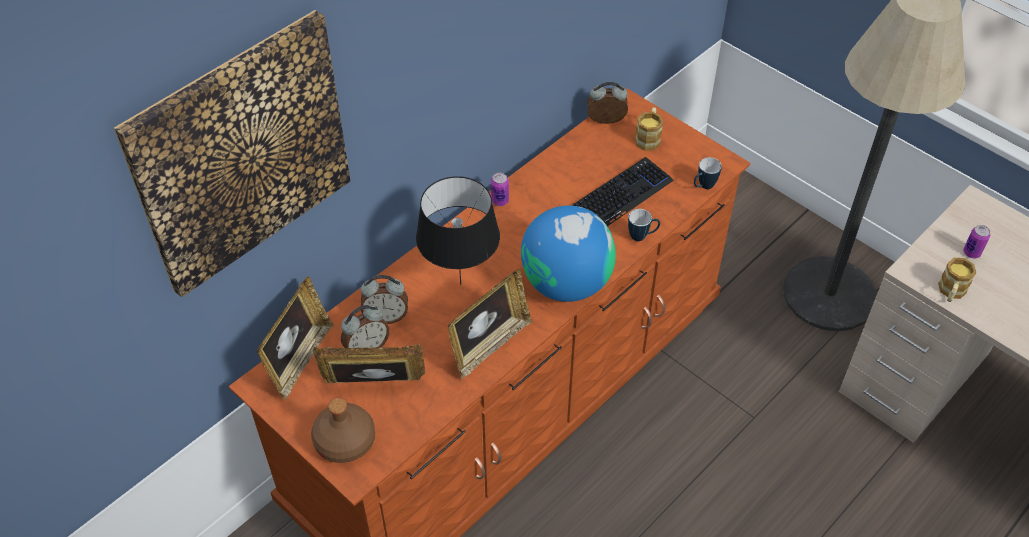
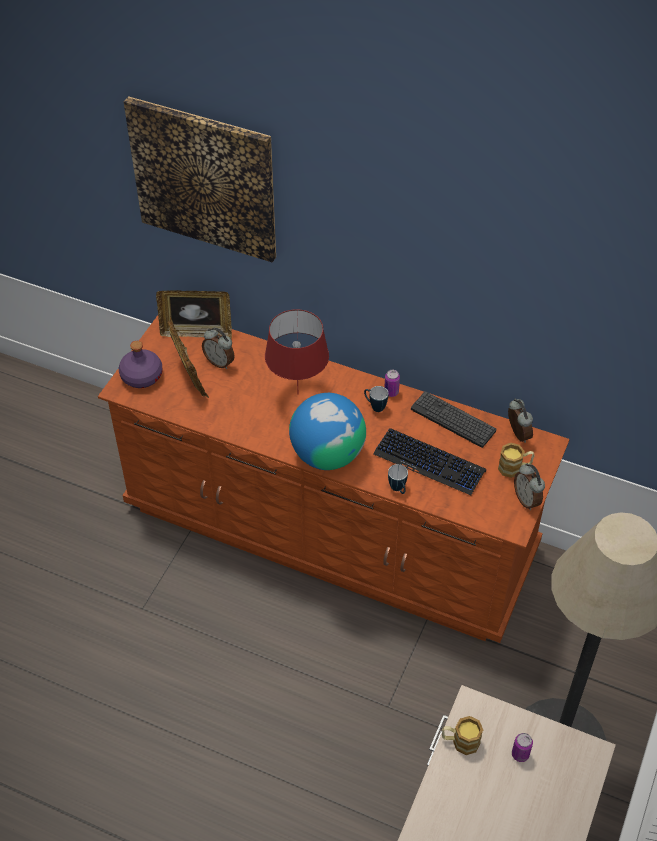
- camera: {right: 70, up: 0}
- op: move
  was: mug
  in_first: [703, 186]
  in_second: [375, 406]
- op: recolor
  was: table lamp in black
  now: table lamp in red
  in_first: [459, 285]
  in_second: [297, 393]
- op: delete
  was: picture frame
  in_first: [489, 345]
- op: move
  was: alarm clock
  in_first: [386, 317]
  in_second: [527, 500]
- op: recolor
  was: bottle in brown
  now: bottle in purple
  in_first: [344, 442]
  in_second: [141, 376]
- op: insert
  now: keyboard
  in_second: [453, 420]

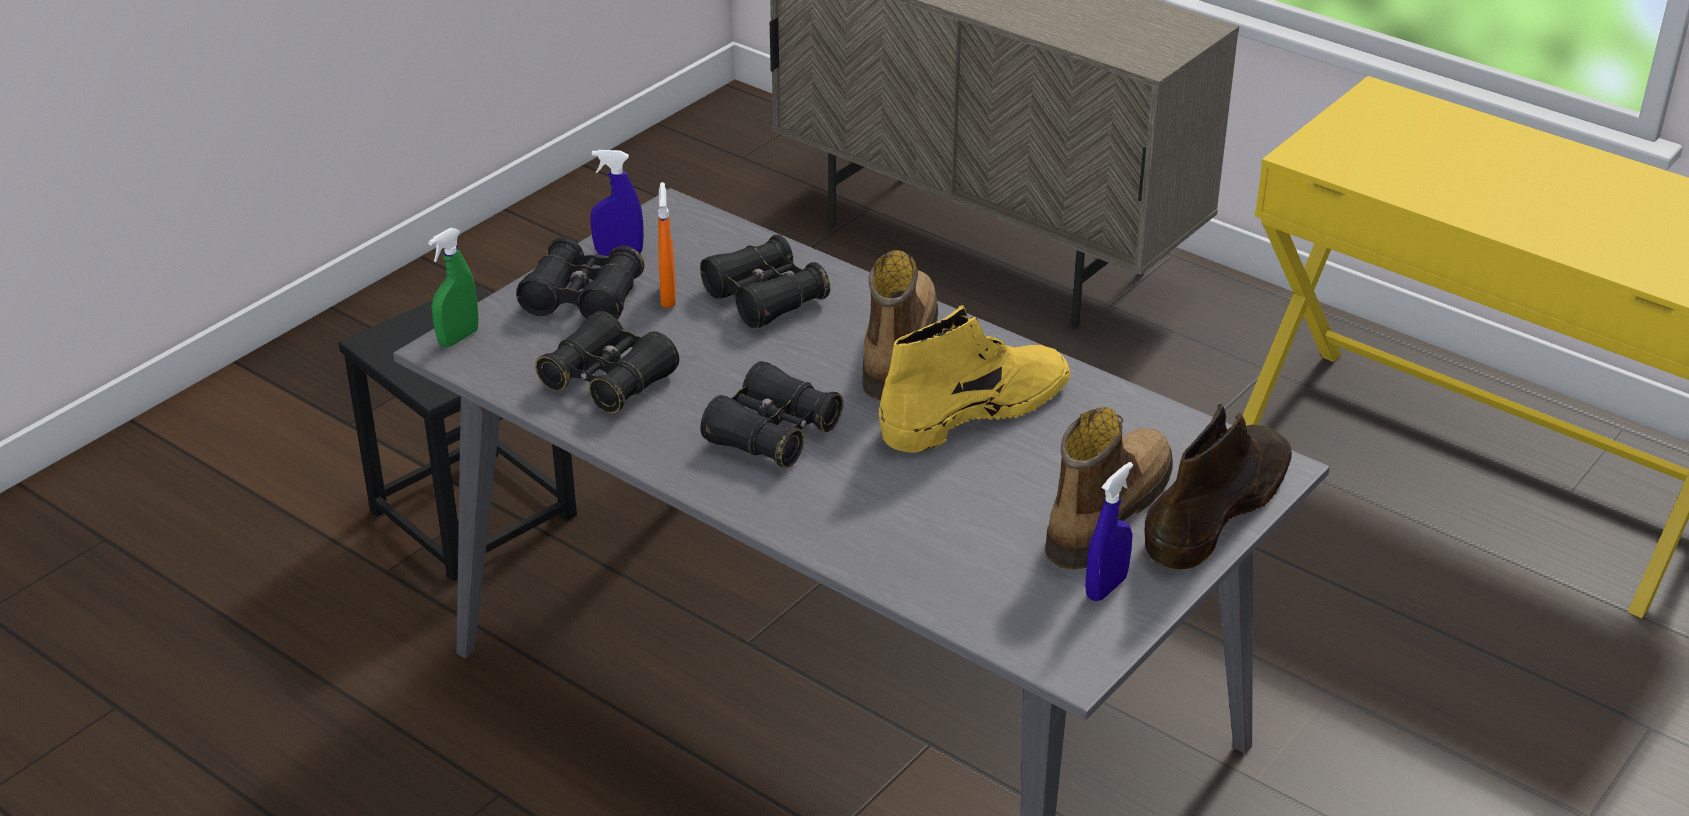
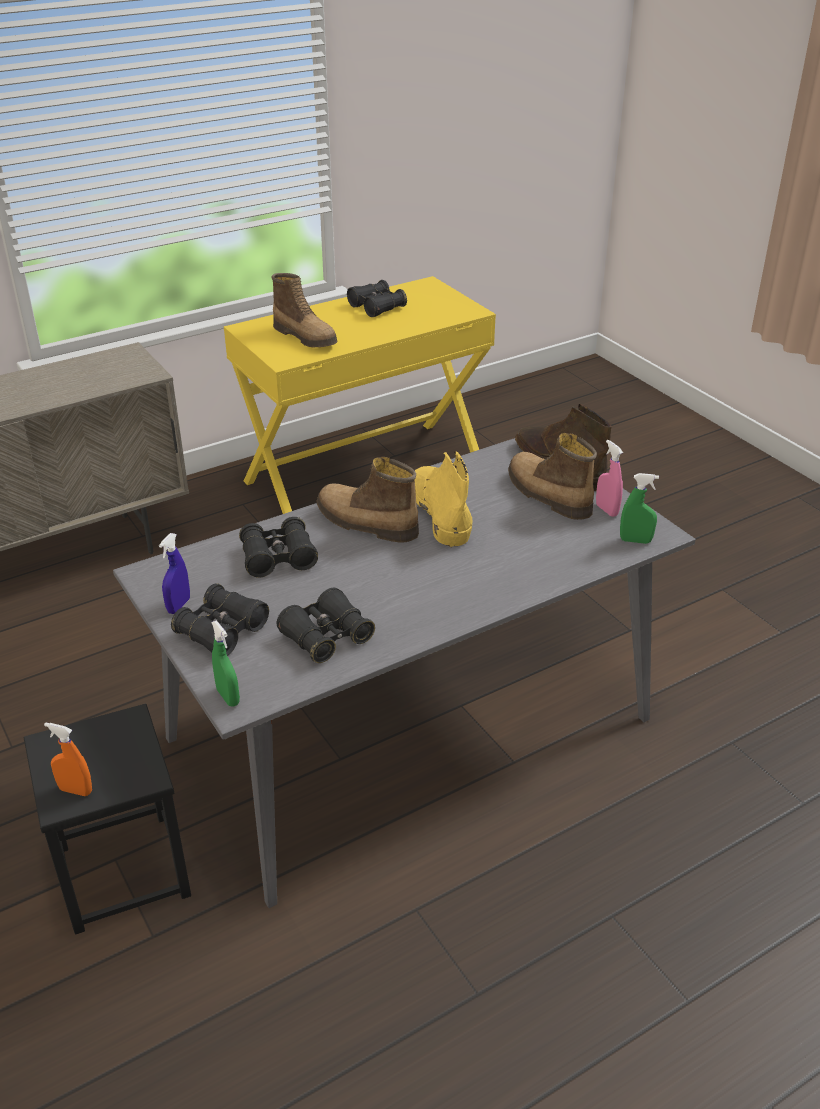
- camera: {right: -70, up: 0}
- op: move
  was: spray bottle in orange
  in_first: [668, 297]
  in_second: [75, 790]
- op: move
  was: binoculars in black
  in_first: [772, 434]
  in_second: [376, 307]
- op: recolor
  was: spray bottle in blue
  now: spray bottle in pink
  in_first: [1106, 587]
  in_second: [606, 510]
- op: insert
  now: boot
  in_second: [306, 337]
- op: insert
  now: spray bottle in green
  in_second: [635, 540]

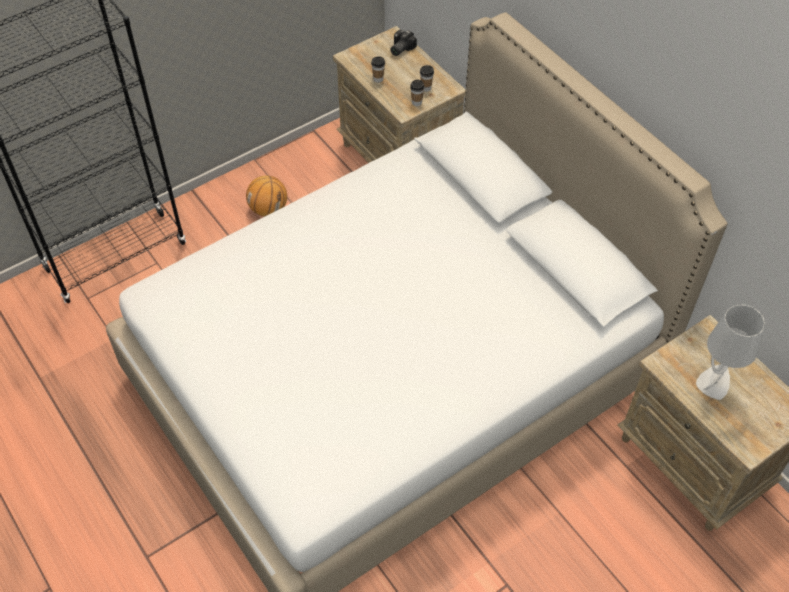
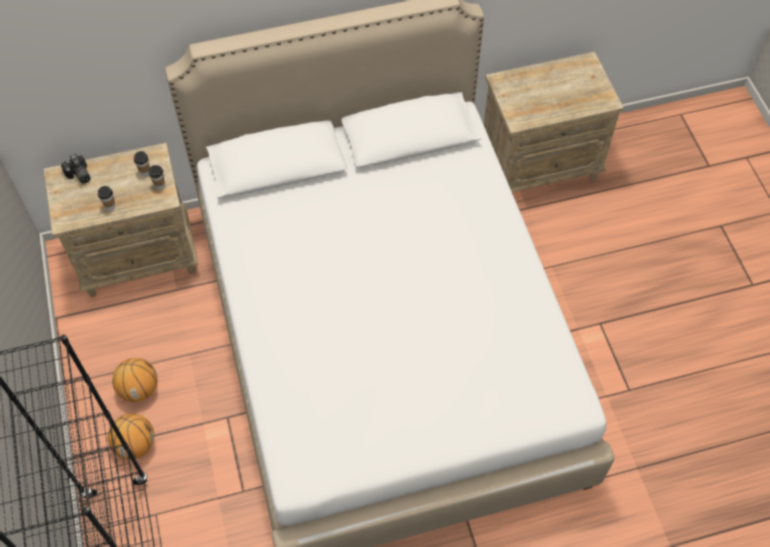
- camera: {right: -70, up: 5}
- op: delete
  was: table lamp in grey
  in_first: [714, 381]
- op: insert
  now: basketball
  in_second: [135, 444]

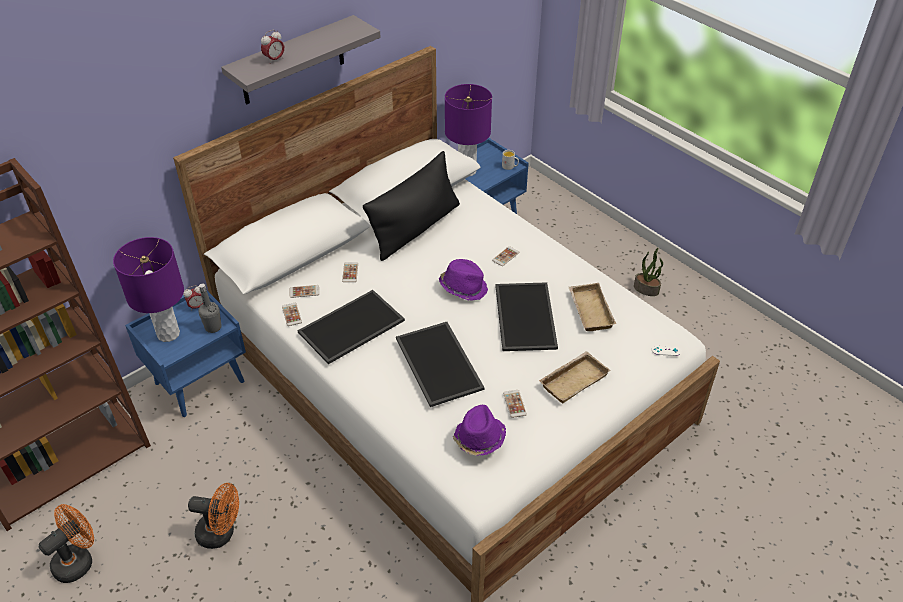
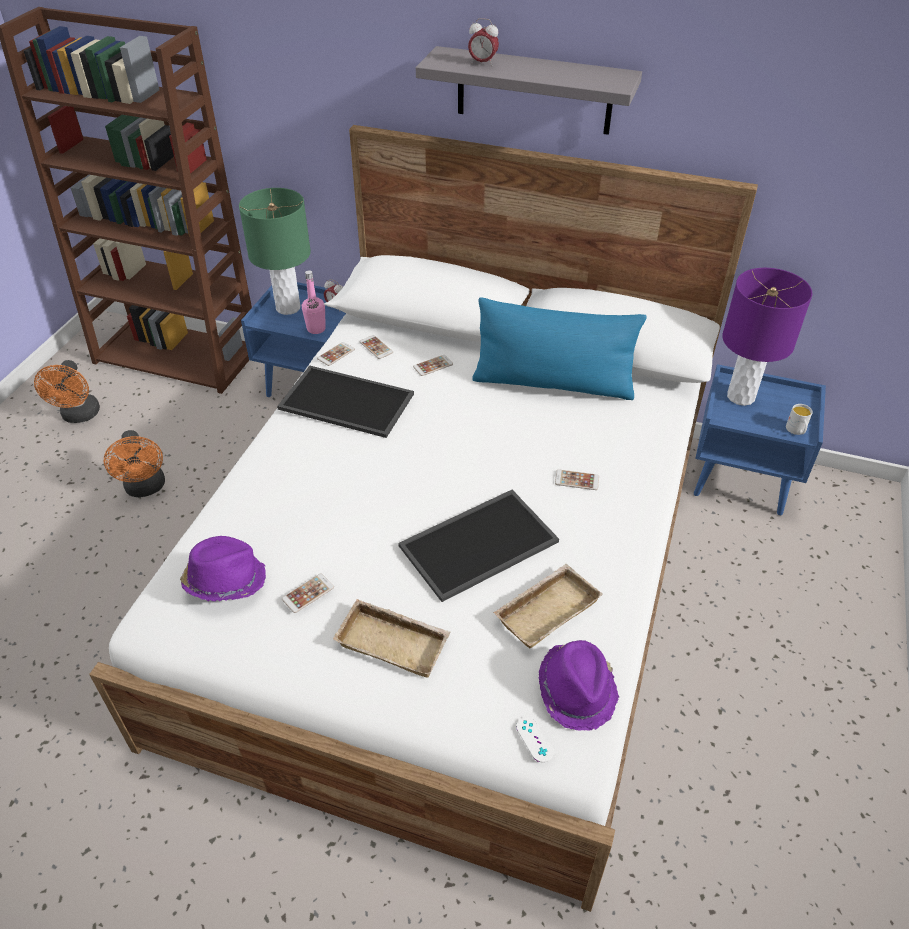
- camera: {right: 60, up: 0}
- op: recolor
  was: pillow in black
  now: pillow in blue
  in_first: [415, 228]
  in_second: [553, 383]
- op: recolor
  was: table lamp in purple
  now: table lamp in green
  in_first: [168, 334]
  in_second: [288, 308]
- op: delete
  was: potted plant
  in_first: [646, 289]
- op: move
  was: hat in purple
  in_first: [463, 287]
  in_second: [577, 691]
- op: recolor
  was: bottle in grey
  now: bottle in pink
  in_first: [213, 327]
  in_second: [316, 329]
- op: delete
  was: tray
  in_first: [440, 363]
- op: rotate
  was: fan in orange
  in_first: [78, 560]
  in_second: [79, 416]
  clockwise: 75

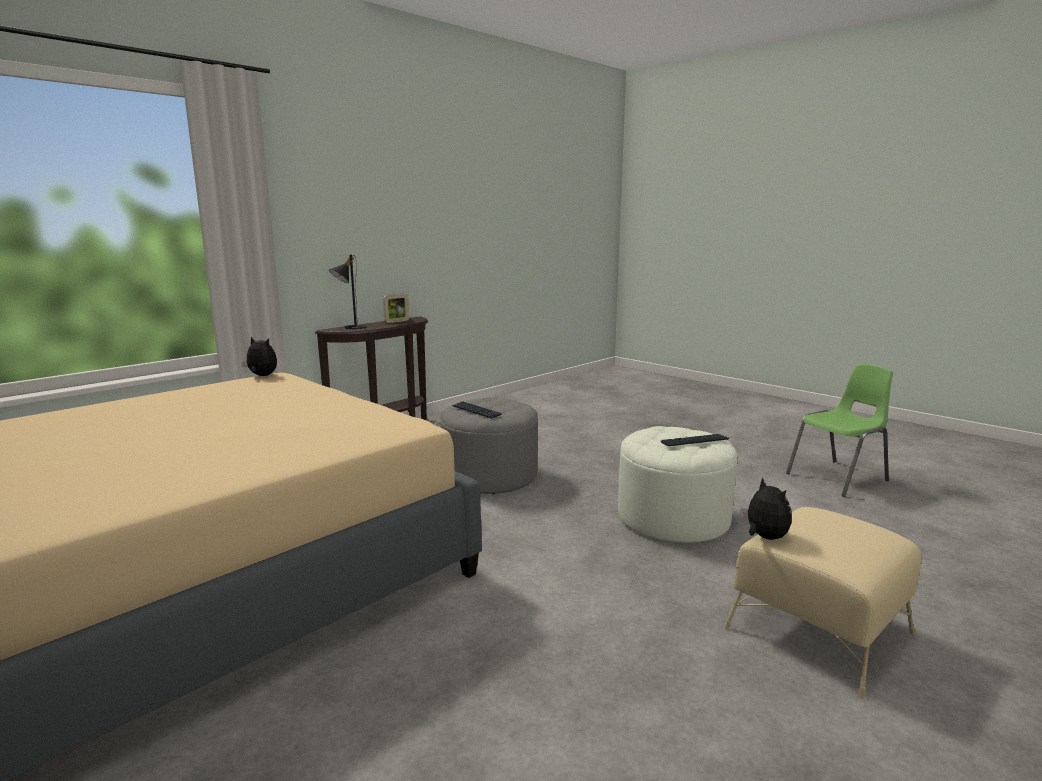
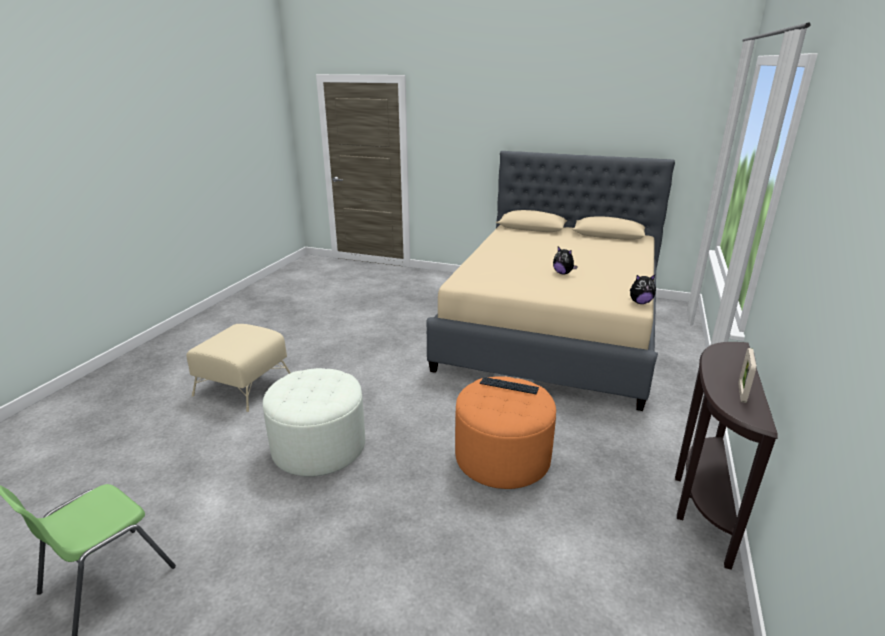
- camera: {right: 155, up: 10}
- op: delete
  was: table lamp in black
  in_first: [350, 327]
- op: recolor
  was: ottoman in grey
  now: ottoman in orange
  in_first: [490, 475]
  in_second: [502, 457]
- op: delete
  was: keyboard
  in_first: [694, 441]
- op: move
  was: plush toy
  in_first: [764, 537]
  in_second: [563, 273]

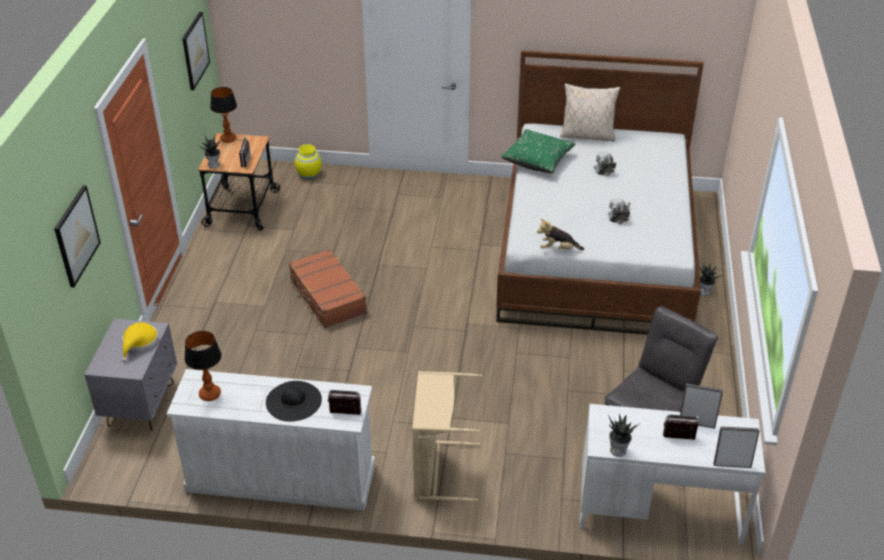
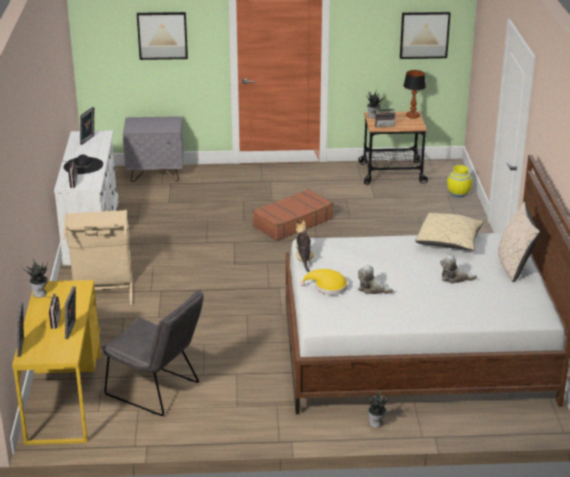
- camera: {right: 80, up: -10}
- op: recolor
  was: pillow in green
  now: pillow in beige
  in_first: [538, 160]
  in_second: [449, 241]
- op: move
  was: hat in yellow
  in_first: [139, 343]
  in_second: [328, 287]
- op: replace
  was: table lamp
  now: picture frame
  in_first: [209, 394]
  in_second: [88, 140]
- op: recolor
  was: desk in white
  now: desk in yellow
  in_first: [659, 509]
  in_second: [65, 397]

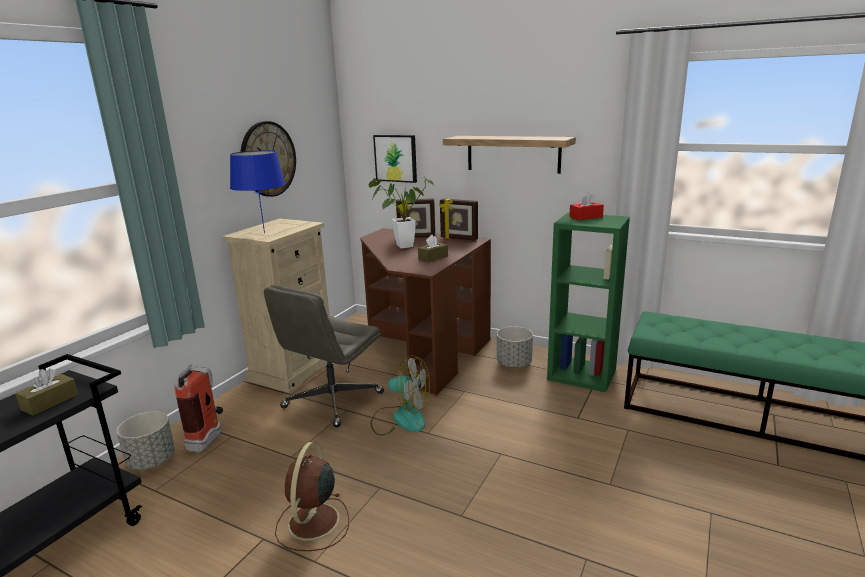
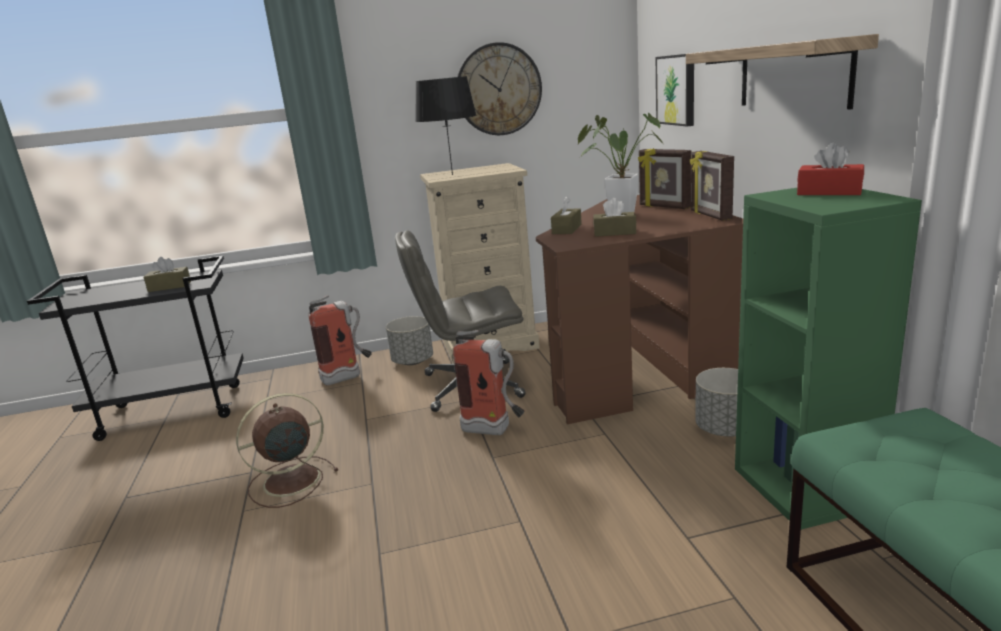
- camera: {right: 50, up: 0}
- op: recolor
  was: table lamp in blue
  now: table lamp in black
  in_first: [264, 233]
  in_second: [452, 174]
- op: replace
  was: fan
  now: fire extinguisher
  in_first: [400, 418]
  in_second: [494, 430]
- op: move
  was: planter in grey
  in_first: [152, 460]
  in_second: [413, 361]
- op: insert
  now: tissue box in brown
  in_second: [567, 229]

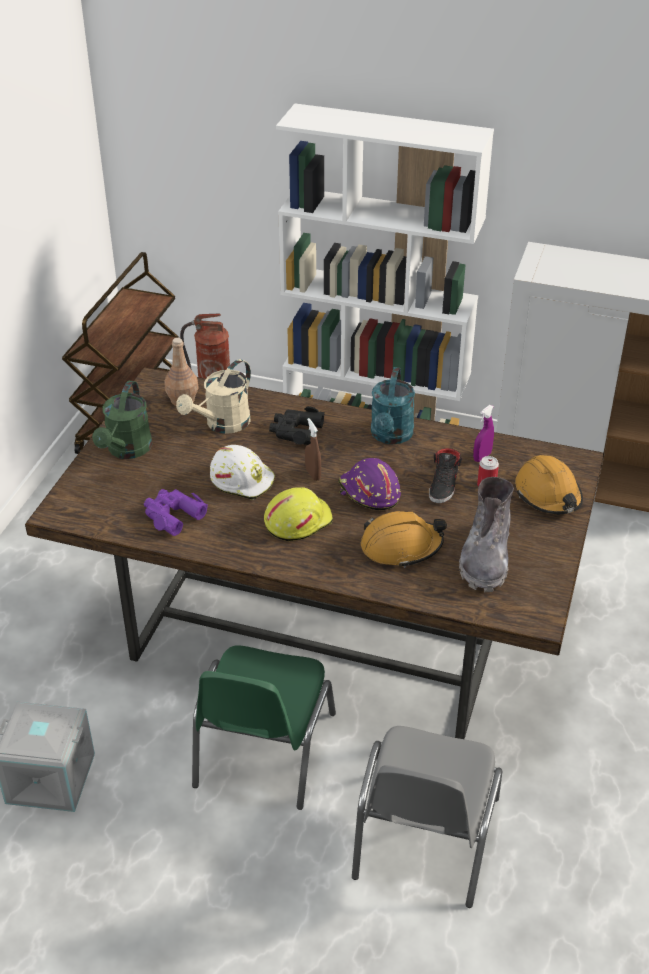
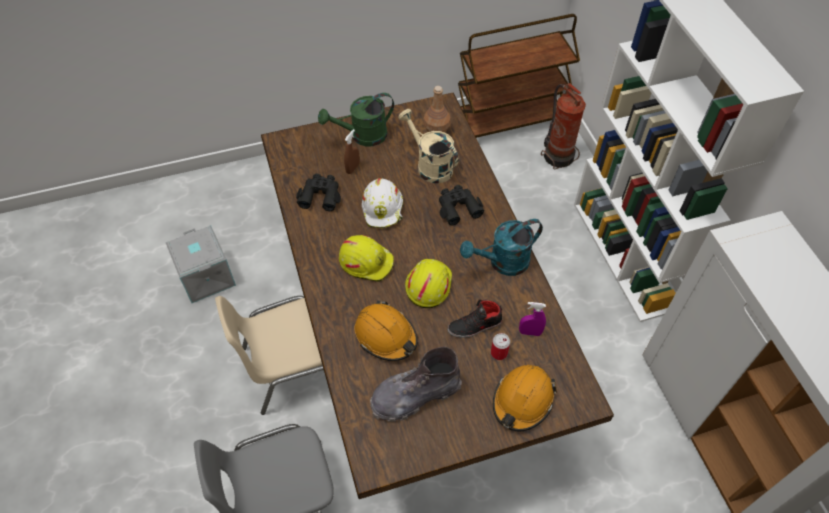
- camera: {right: 55, up: 15}
- op: rotate
  was: watering can in beige
  in_first: [222, 425]
  in_second: [429, 165]
  clockwise: 45
- op: move
  was: spray bottle in brown
  in_first: [313, 474]
  in_second: [352, 168]
- op: recolor
  was: hard hat in purple
  now: hard hat in yellow
  in_first: [368, 493]
  in_second: [428, 285]
- op: recolor
  was: binoculars in purple
  now: binoculars in black
  in_first: [172, 515]
  in_second: [320, 195]
- op: recolor
  was: chair in green
  now: chair in beige
  in_first: [262, 751]
  in_second: [292, 366]

